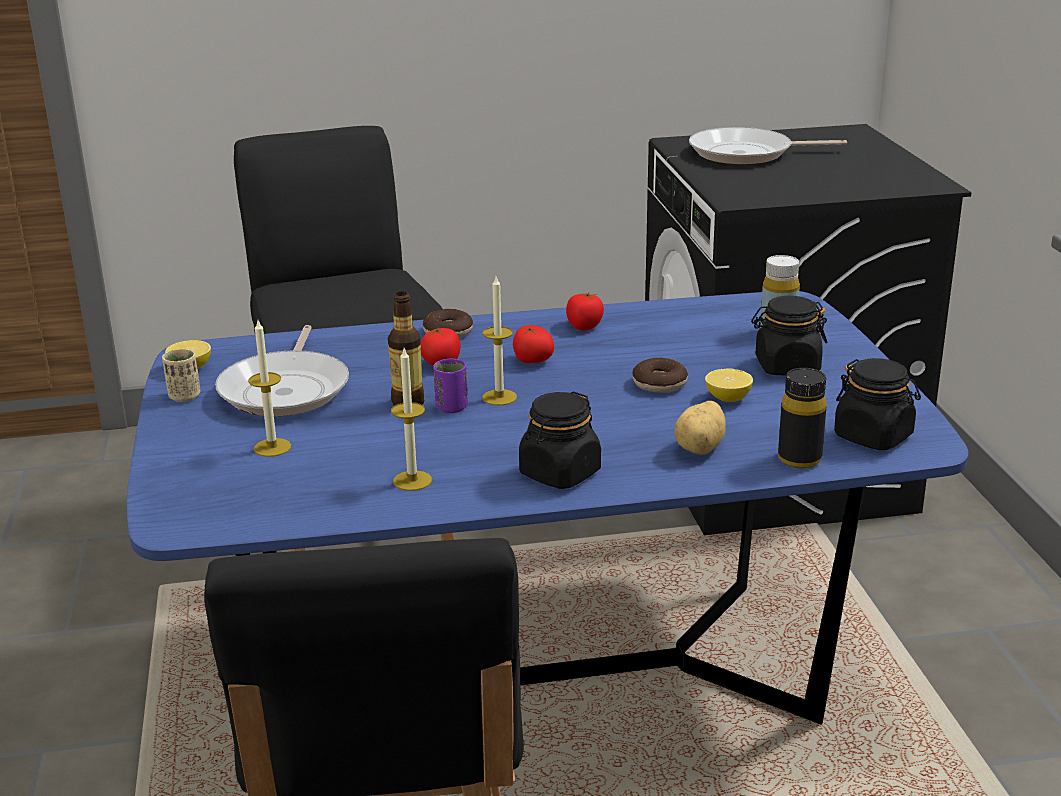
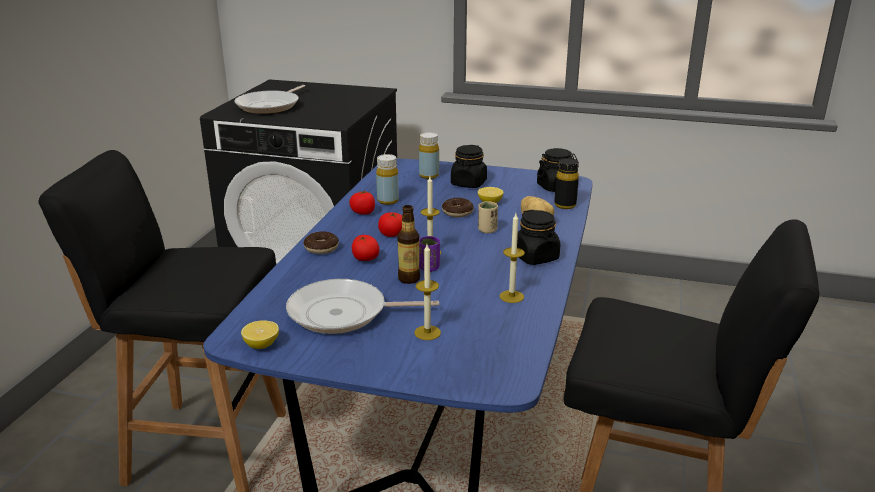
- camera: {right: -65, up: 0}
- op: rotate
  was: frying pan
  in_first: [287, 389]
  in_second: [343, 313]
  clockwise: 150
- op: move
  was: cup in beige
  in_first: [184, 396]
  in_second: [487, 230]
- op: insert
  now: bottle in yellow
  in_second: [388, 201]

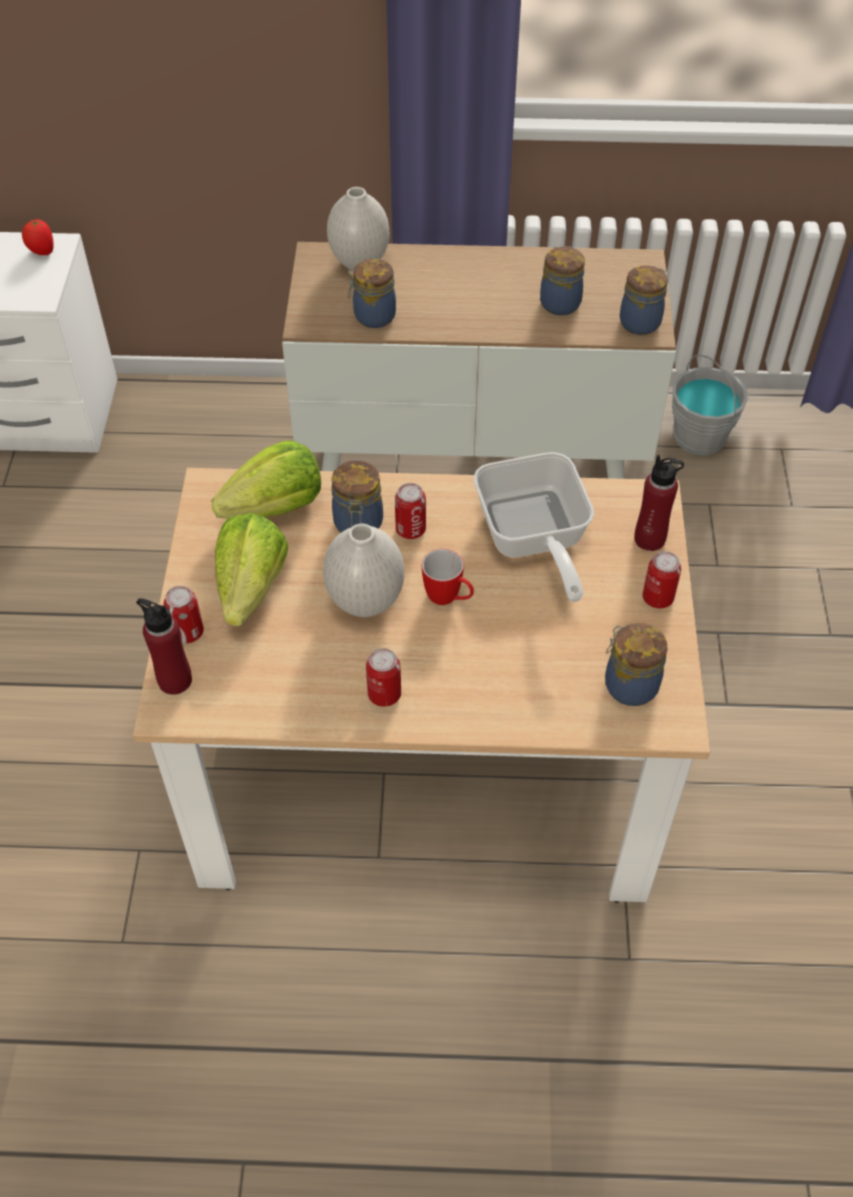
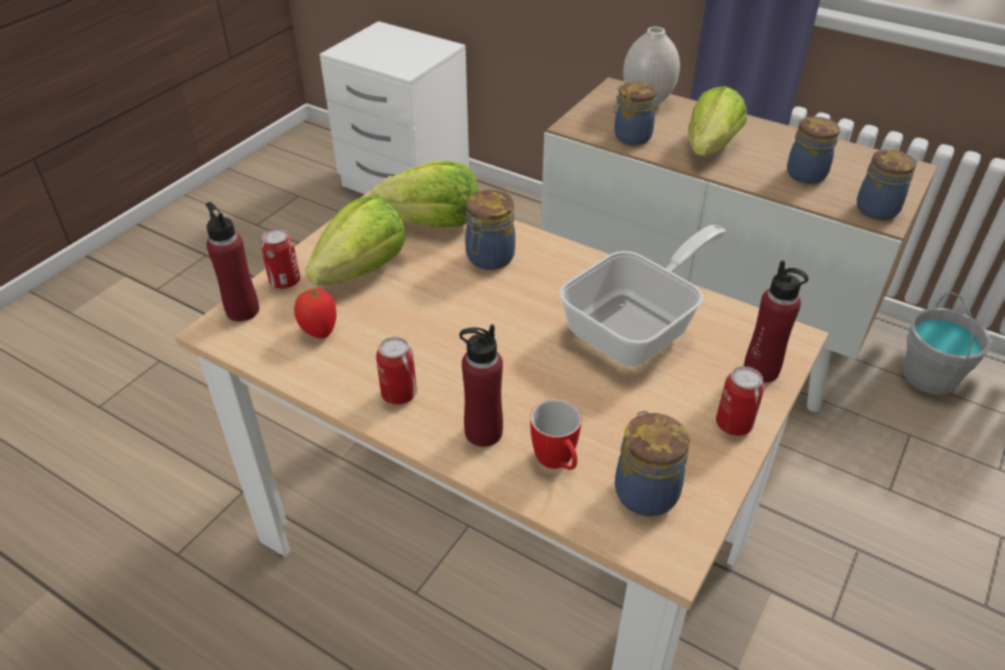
- camera: {right: 30, up: -10}
- op: move
  was: tomato
  in_first: [42, 252]
  in_second: [319, 331]
- op: rotate
  was: frying pan
  in_first: [533, 540]
  in_second: [639, 327]
  clockwise: -150
- op: delete
  was: can
  in_first: [410, 529]
- op: delete
  was: vase in white
  in_first: [366, 603]
- op: move
  was: mug
  in_first: [449, 599]
  in_second: [557, 464]
- op: insert
  now: lettuce
  in_second: [710, 148]
- op: insert
  now: bottle in red
  in_second: [483, 432]

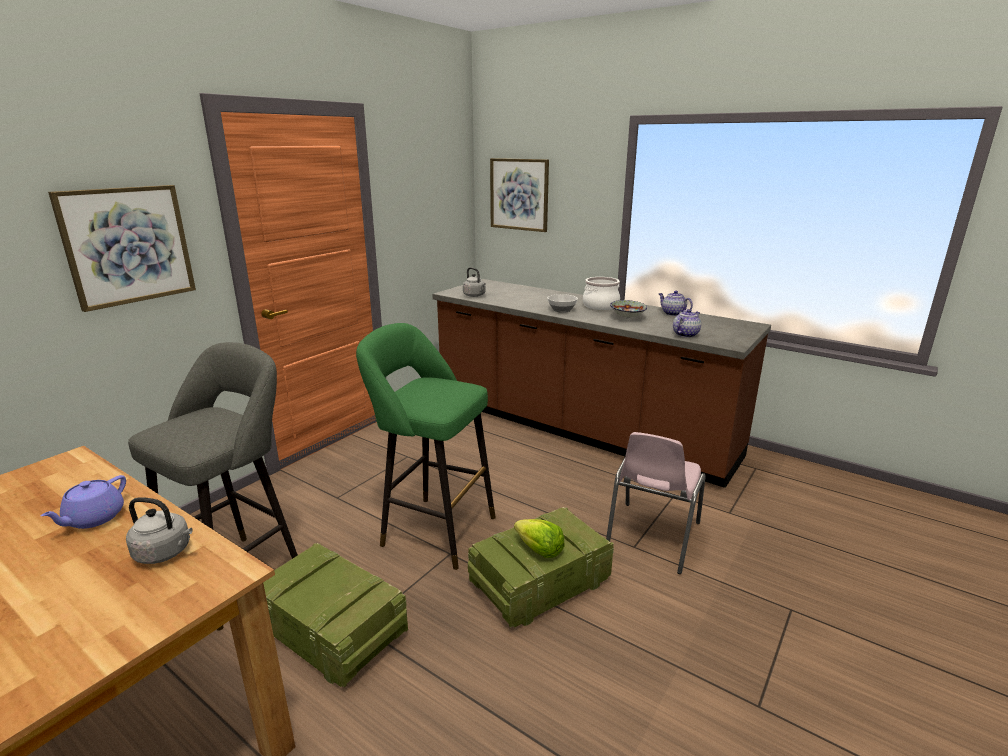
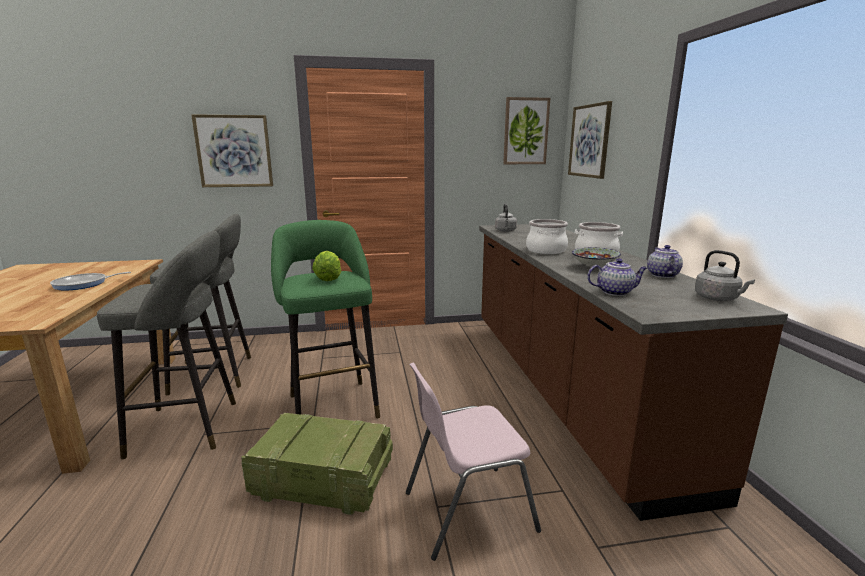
- camera: {right: 45, up: -5}
- op: replace
  was: bowl
  now: cooking pot
  in_first: [561, 310]
  in_second: [545, 250]
- op: replace
  was: teapot in purple
  now: frying pan
  in_first: [93, 518]
  in_second: [83, 284]
- op: move
  was: kettle in grey
  in_first: [165, 553]
  in_second: [718, 298]
- op: move
  was: lettuce
  in_first: [539, 550]
  in_second: [329, 278]
- op: replace
  was: crate
  now: stool in grey
  in_first: [333, 631]
  in_second: [191, 427]
- op: insert
  now: picture
  in_second: [525, 131]

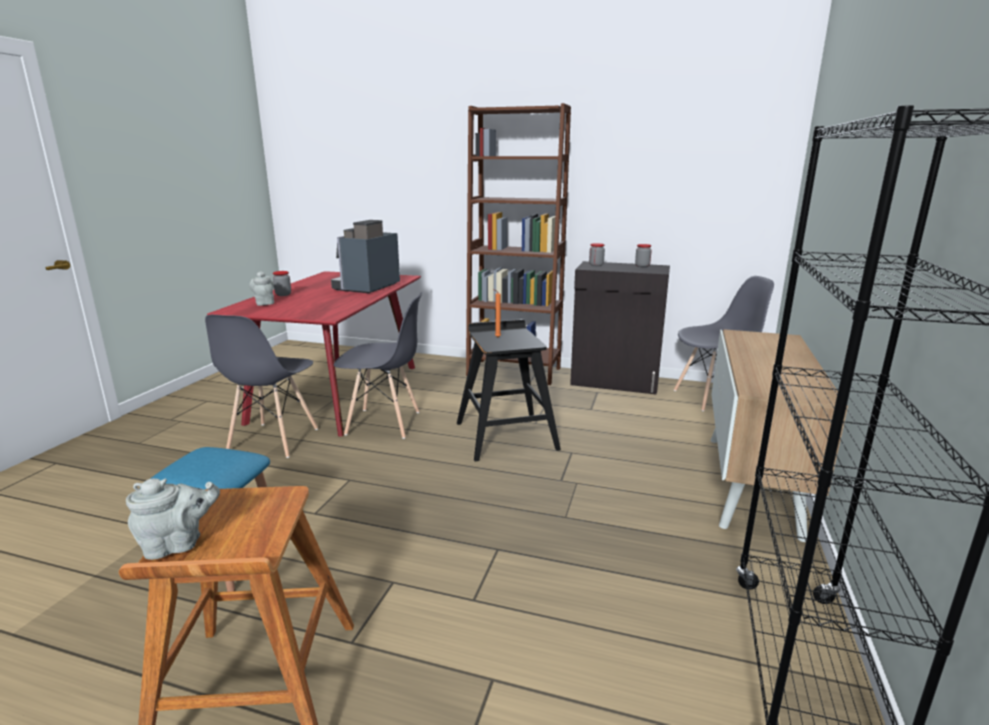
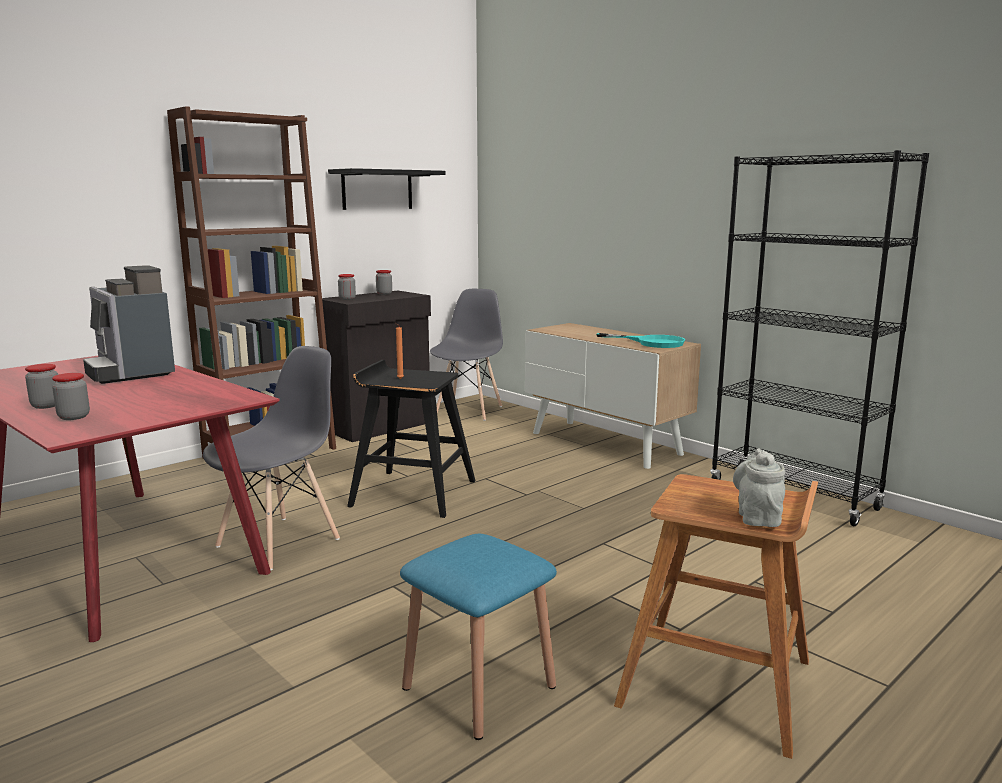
- camera: {right: -60, up: -5}
- op: replace
  was: teapot in grey
  now: jar
  in_first: [264, 303]
  in_second: [74, 417]
- op: delete
  was: chair in grey
  in_first: [273, 440]
- op: insert
  now: shelf in black
  in_second: [377, 190]
- op: insert
  now: frying pan in turquoise
  in_second: [652, 343]

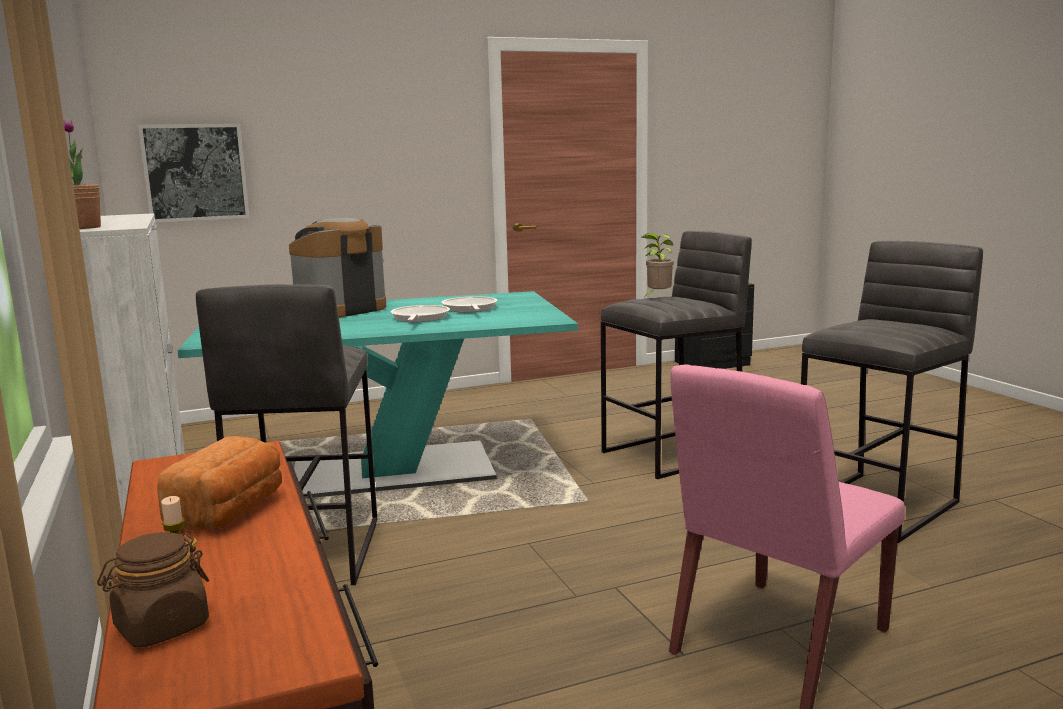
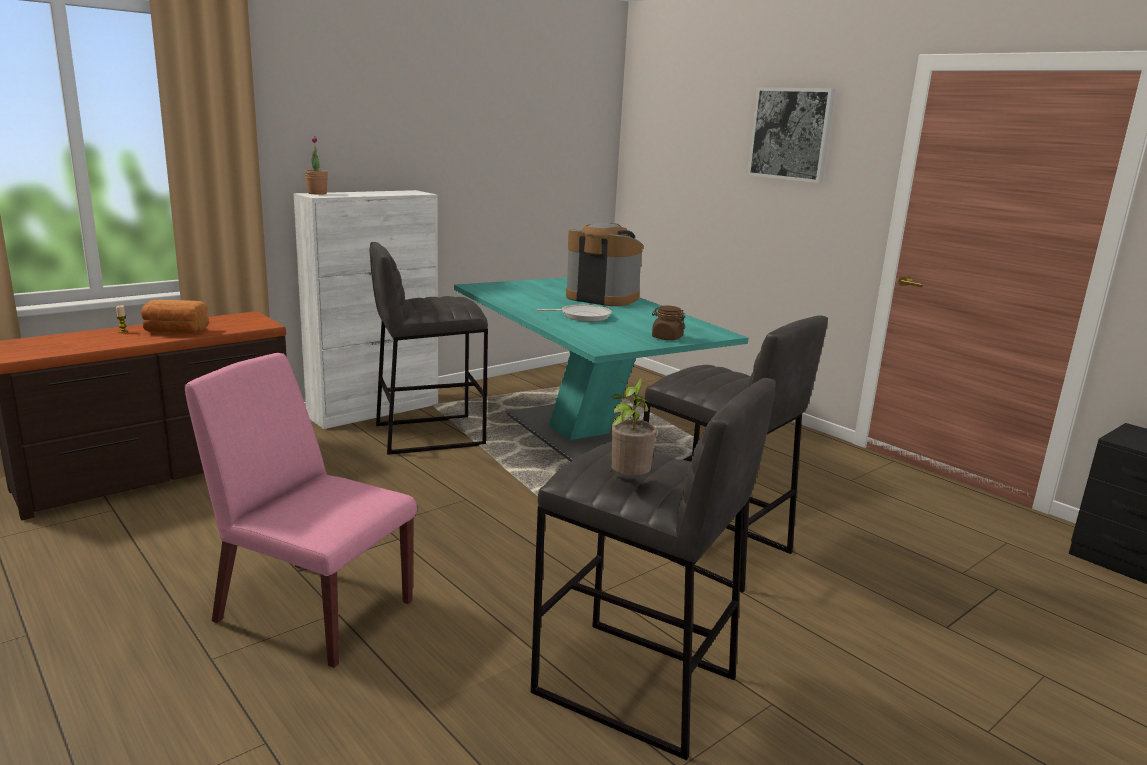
- camera: {right: 70, up: 5}
- op: move
  was: picture
  in_first: [195, 172]
  in_second: [790, 134]
- op: move
  was: potted plant
  in_first: [657, 296]
  in_second: [628, 482]
- op: delete
  was: frying pan
  in_first: [469, 309]
- op: move
  was: jar in brown
  in_first: [161, 627]
  in_second: [667, 338]

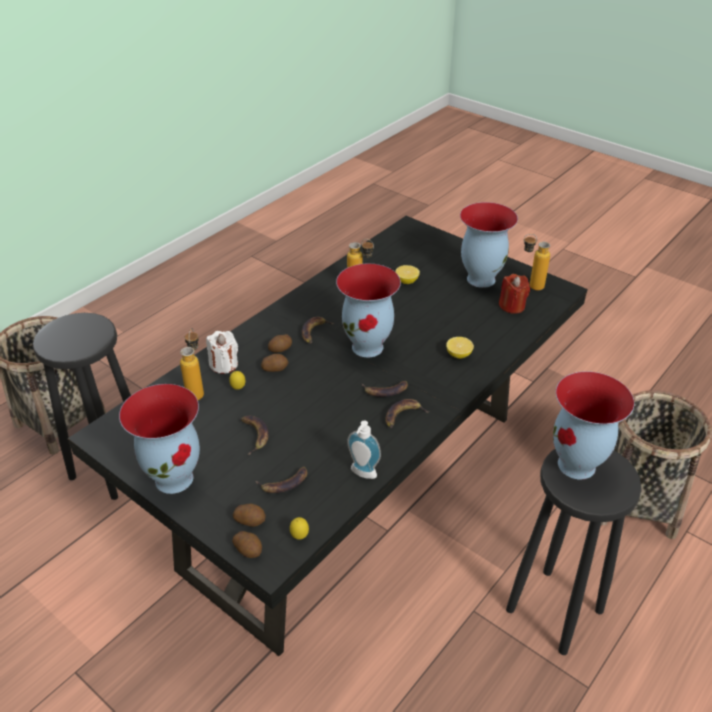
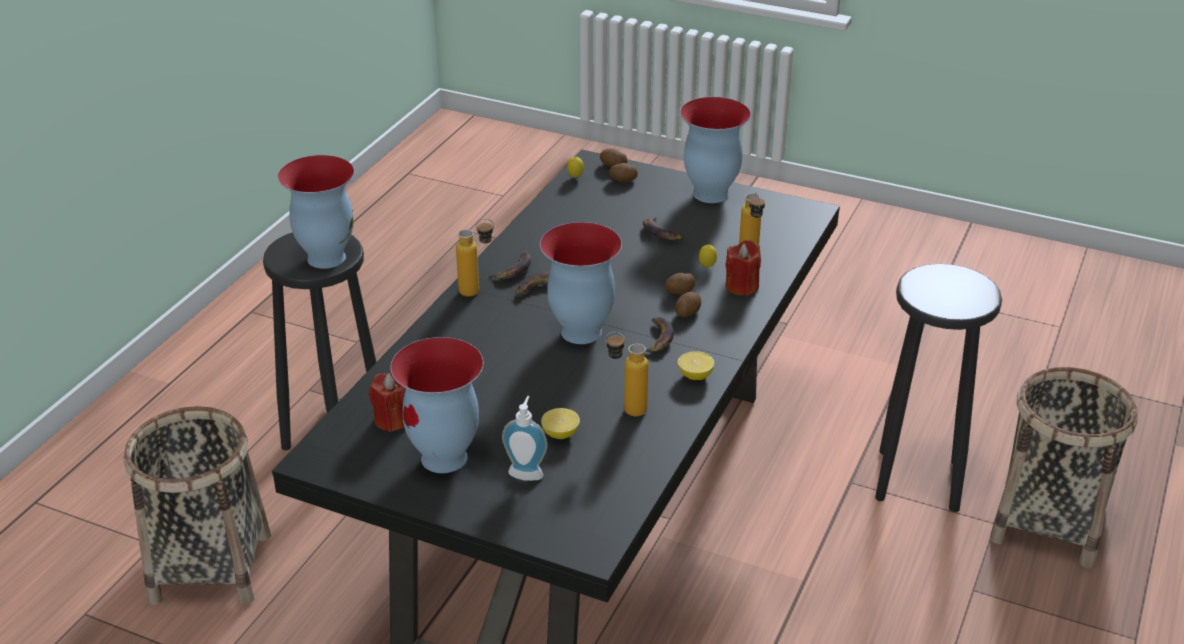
- camera: {right: 165, up: -5}
- op: move
  was: bottle
  in_first: [530, 286]
  in_second: [477, 291]
- op: recolor
  was: candle in white
  now: candle in red
  in_first: [224, 365]
  in_second: [742, 286]
- op: move
  was: lemon
  in_first: [458, 355]
  in_second: [695, 376]
- op: move
  was: soap dispenser
  in_first: [362, 474]
  in_second: [527, 472]
- op: delete
  was: banana
  in_first: [284, 483]

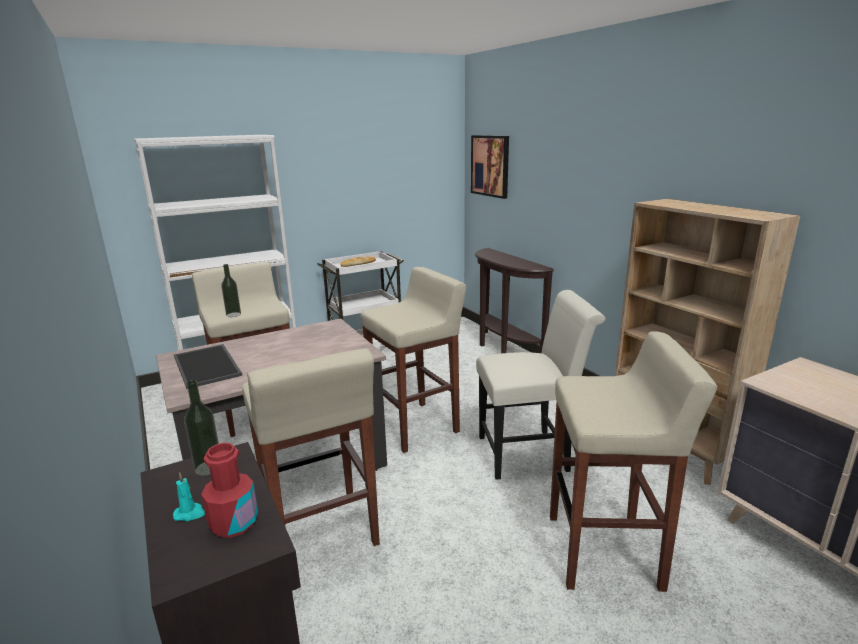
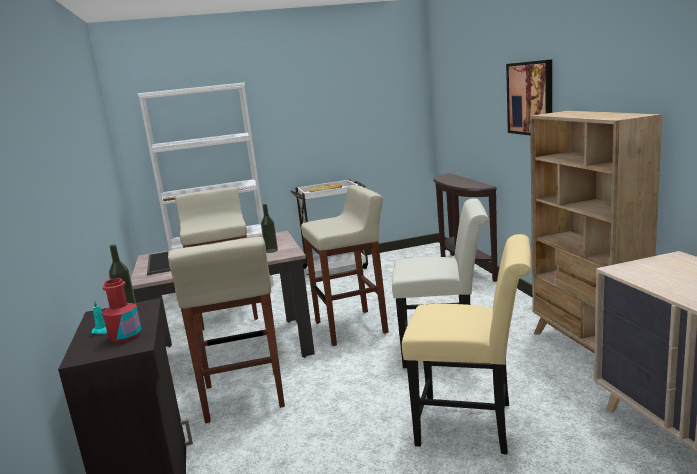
- camera: {right: 15, up: -5}
- op: move
  was: picture
  in_first: [490, 166]
  in_second: [530, 98]
- op: move
  was: bottle
  in_first: [233, 314]
  in_second: [271, 251]
- op: replace
  was: stool in beige
  now: chair in beige
  in_first: [605, 552]
  in_second: [473, 424]

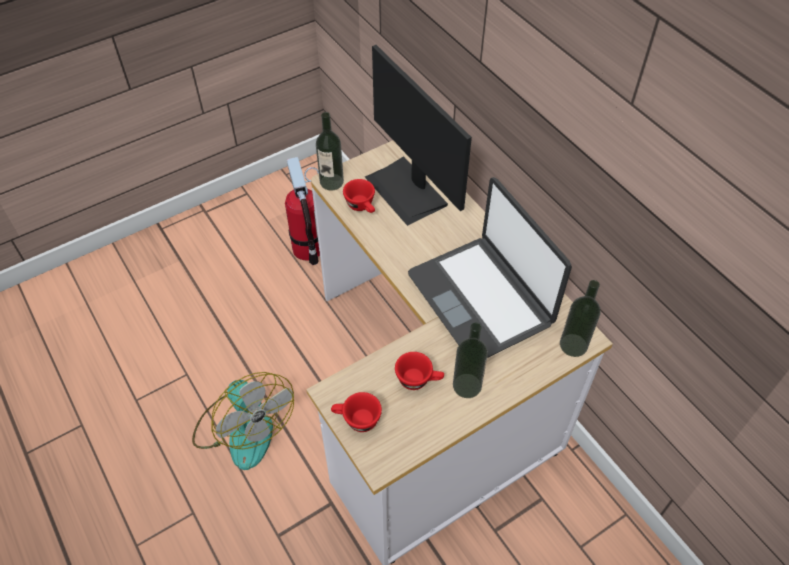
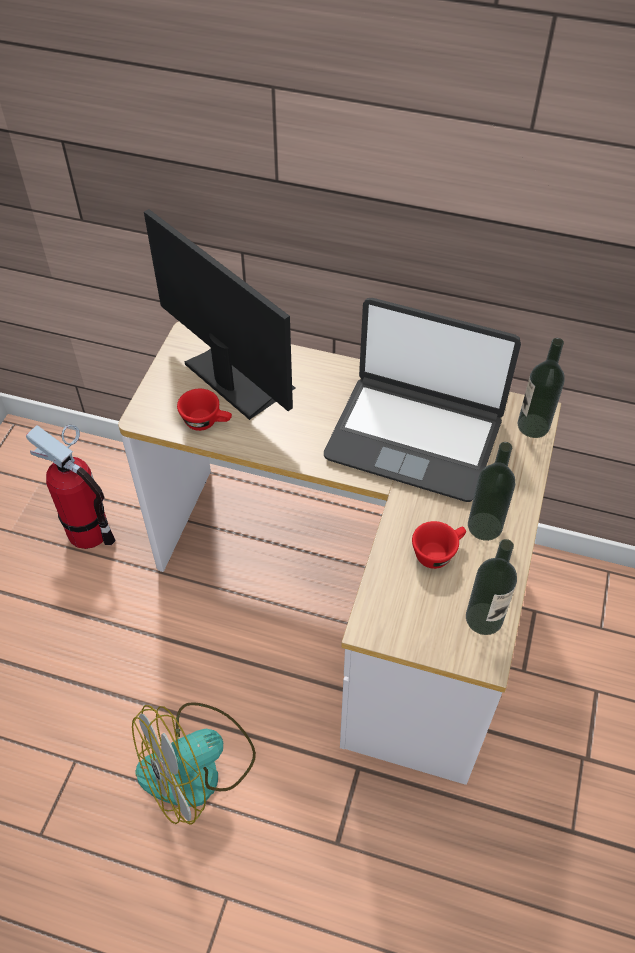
- camera: {right: -40, up: 0}
- op: rotate
  was: monitor
  in_first: [407, 190]
  in_second: [236, 377]
  clockwise: -150
- op: move
  was: bottle
  in_first: [331, 182]
  in_second: [484, 618]
- op: rotate
  was: fan
  in_first: [243, 428]
  in_second: [197, 767]
  clockwise: 135
- op: delete
  was: cup in red
  in_first: [356, 420]

